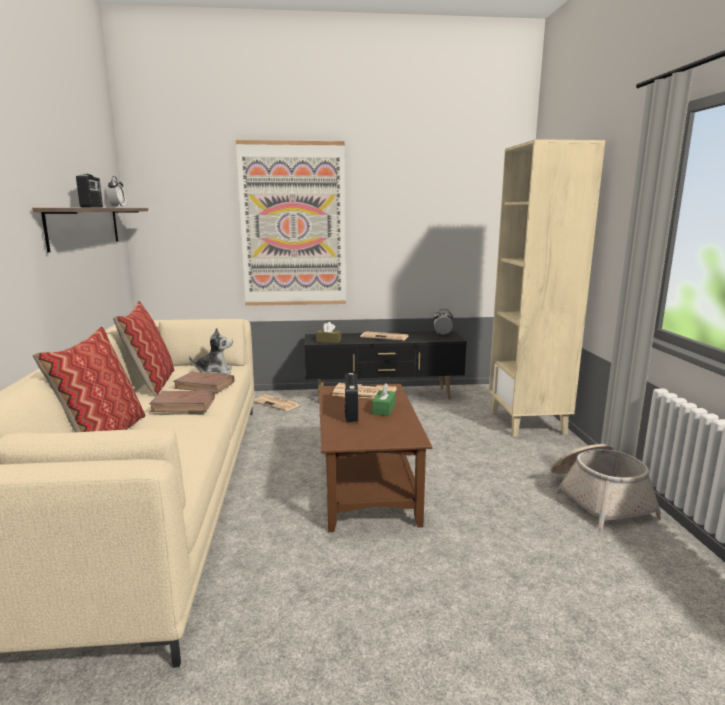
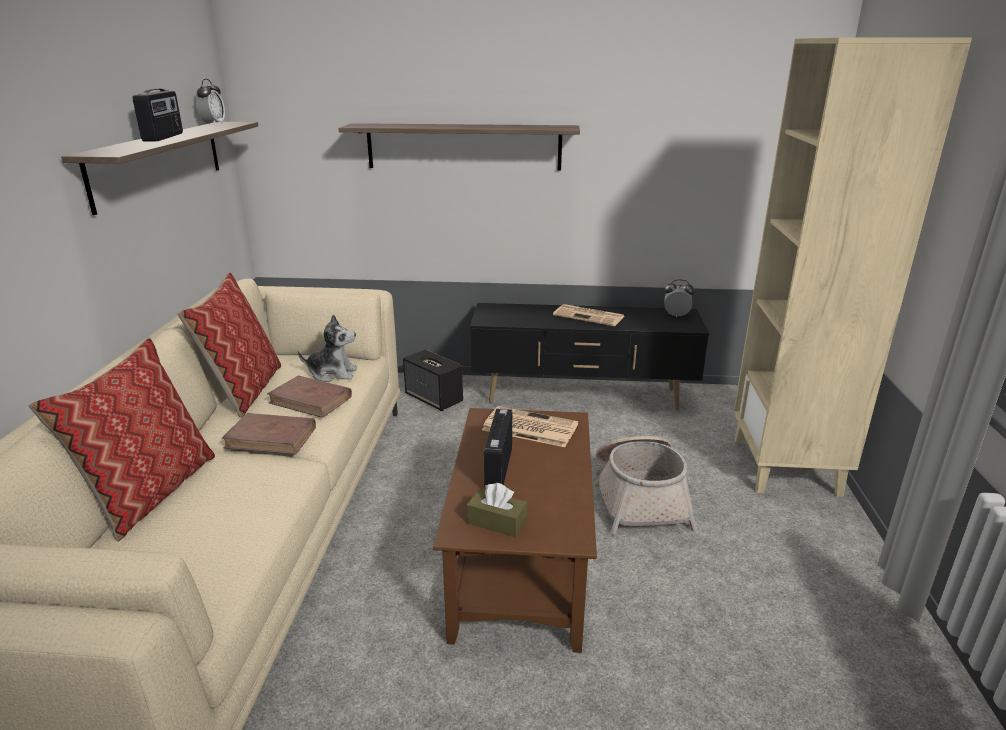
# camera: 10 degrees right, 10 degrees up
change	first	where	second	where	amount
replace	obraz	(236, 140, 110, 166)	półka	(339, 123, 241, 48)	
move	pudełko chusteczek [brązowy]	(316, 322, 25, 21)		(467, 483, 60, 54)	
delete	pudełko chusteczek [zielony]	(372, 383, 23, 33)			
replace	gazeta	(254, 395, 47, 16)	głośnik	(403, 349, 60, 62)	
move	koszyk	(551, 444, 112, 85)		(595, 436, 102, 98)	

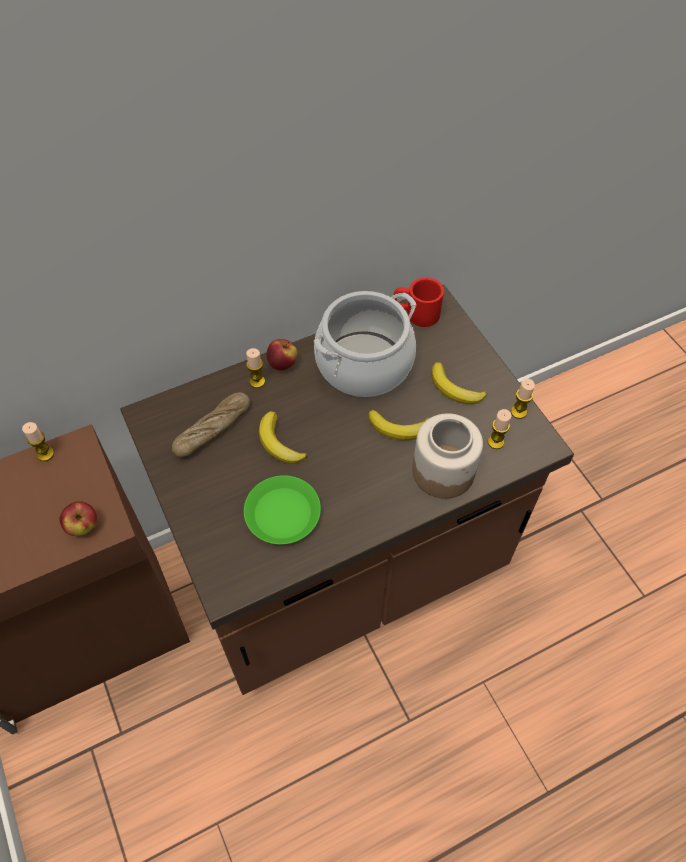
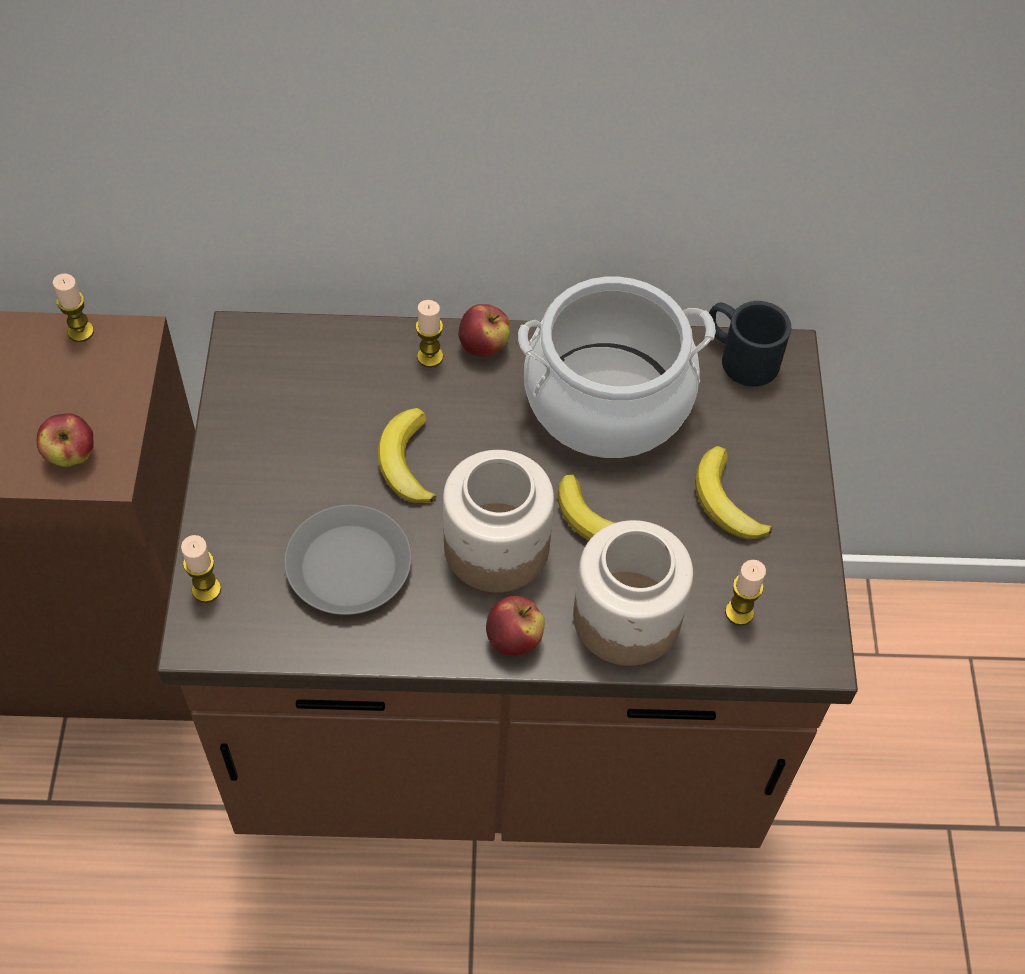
# camera: 25 degrees right, 0 degrees up
change	first	where	second	where	amount
recolor	kubek [czerwony]	(393, 277, 51, 50)	kubek [czarny]	(709, 301, 82, 86)	
move	świeca	(511, 378, 24, 41)		(181, 535, 40, 68)	
delete	chleb	(172, 392, 79, 65)			
recolor	talerz [zielony]	(244, 475, 77, 70)	talerz [szary]	(284, 505, 128, 110)	
insert			słoik	(443, 450, 111, 143)	
insert			jabłko	(486, 596, 59, 60)	

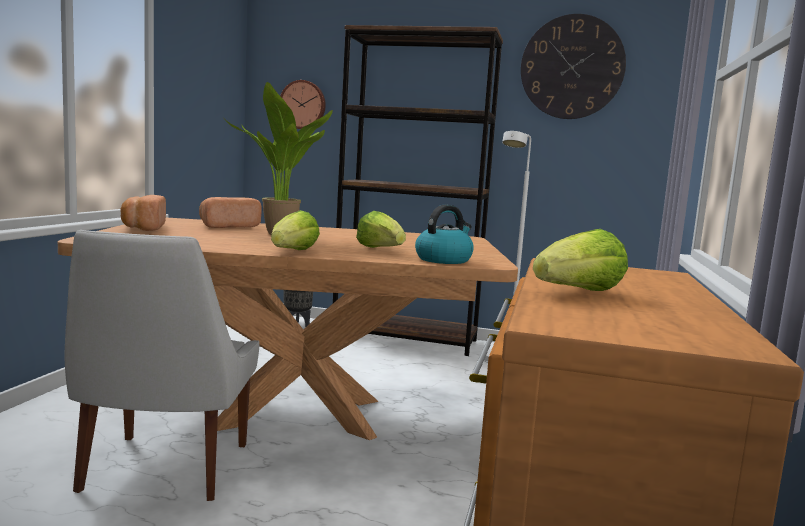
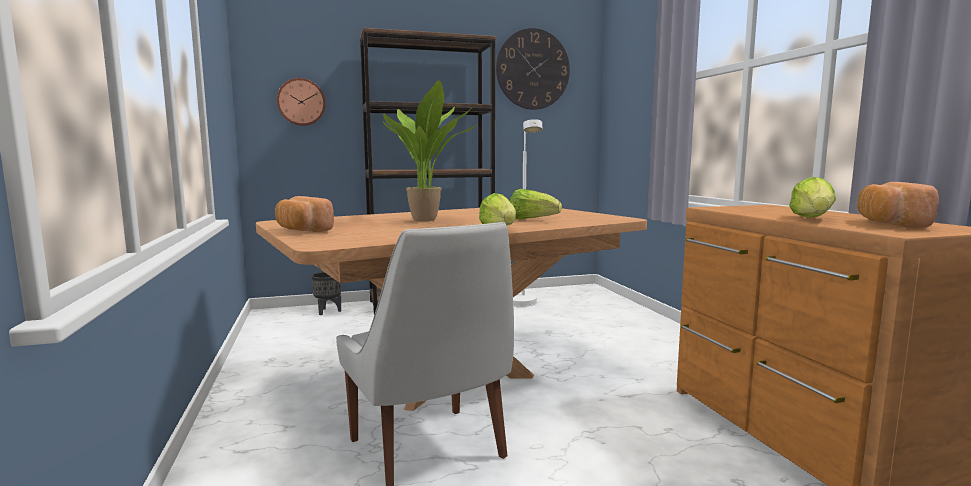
# camera: 30 degrees left, 0 degrees up
change	first	where	second	where	amount
move	chleb	(199, 197, 63, 31)		(857, 182, 81, 46)	
delete	czajnik	(415, 204, 59, 60)			

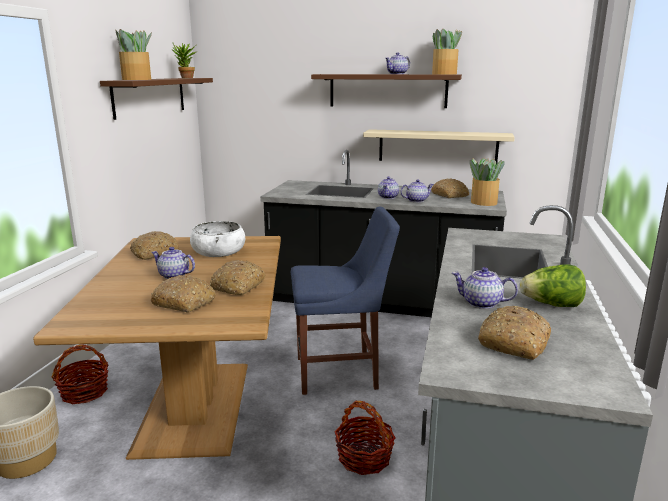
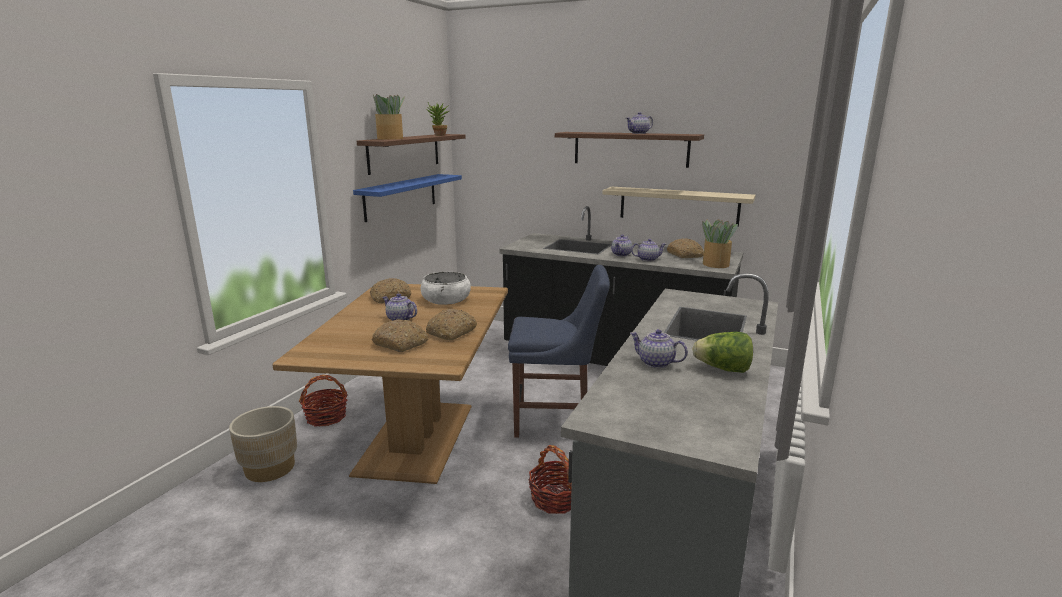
# camera: 10 degrees right, 0 degrees up
change	first	where	second	where	amount
delete	roślina doniczkowa	(432, 29, 30, 45)			
delete	chleb	(478, 306, 73, 54)			
insert			półka [niebieski]	(353, 174, 109, 48)	

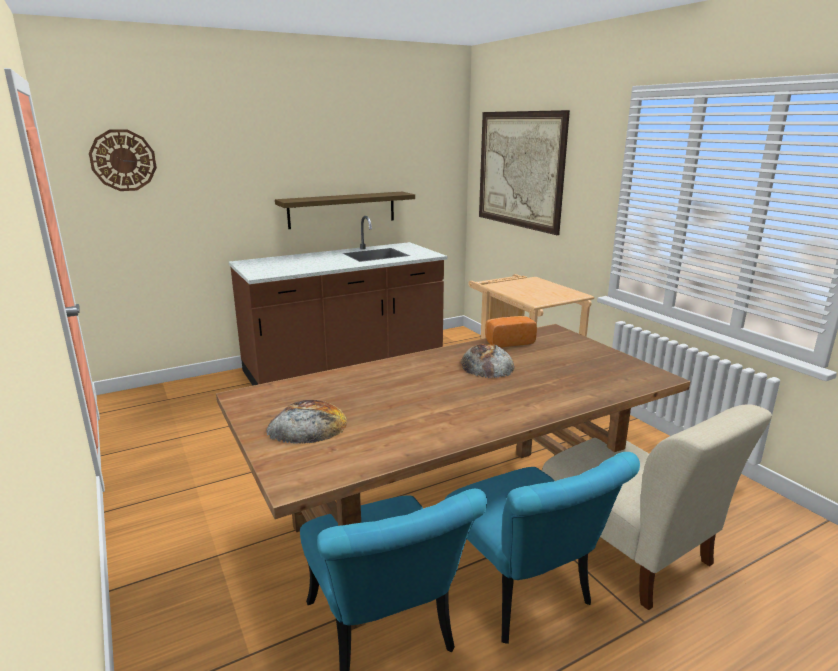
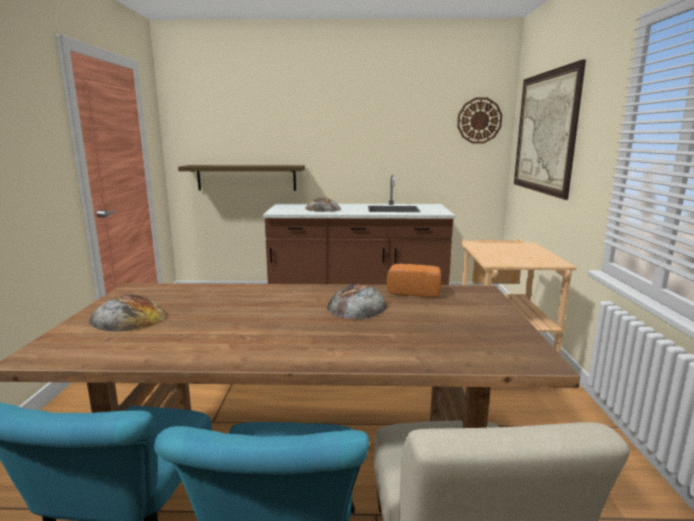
# camera: 30 degrees right, 5 degrees down
change	first	where	second	where	amount
move	zegar ścienny	(89, 129, 68, 62)		(457, 98, 45, 46)	
move	półka	(275, 192, 140, 37)		(178, 165, 127, 26)	
insert			chleb	(305, 198, 37, 14)	

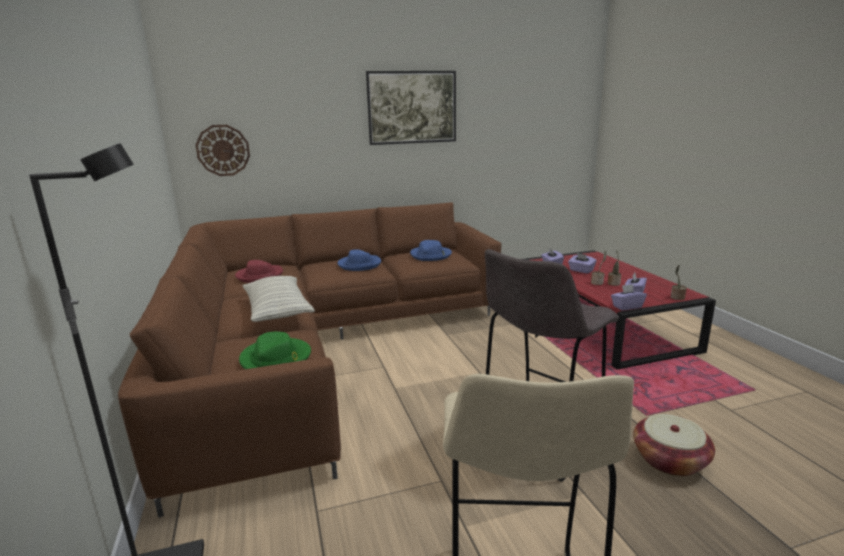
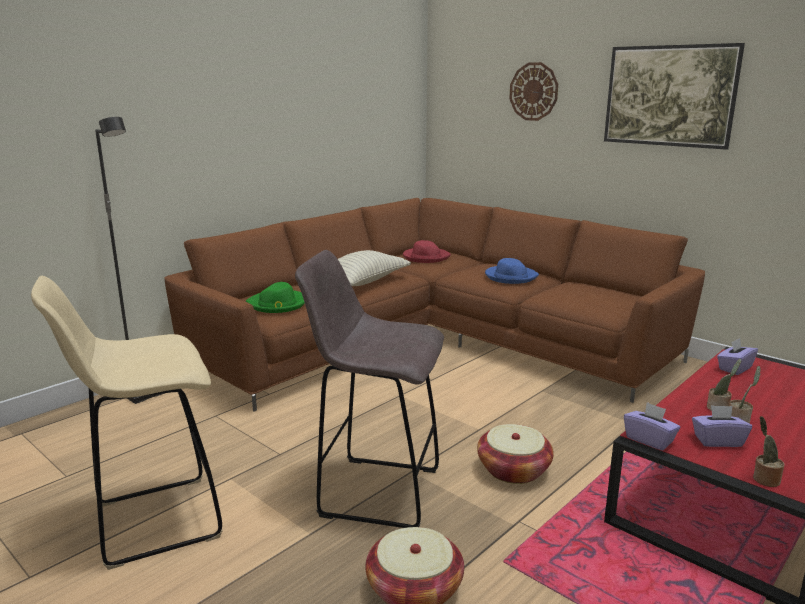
# camera: 60 degrees right, 0 degrees up
change	first	where	second	where	amount
move	zegar ścienny	(195, 125, 55, 51)		(509, 62, 49, 59)	
delete	kapelusz [niebieski]	(410, 240, 42, 21)			
delete	pudełko chusteczek [fioletowy]	(568, 253, 29, 20)			
insert			koszyk	(477, 424, 77, 60)	

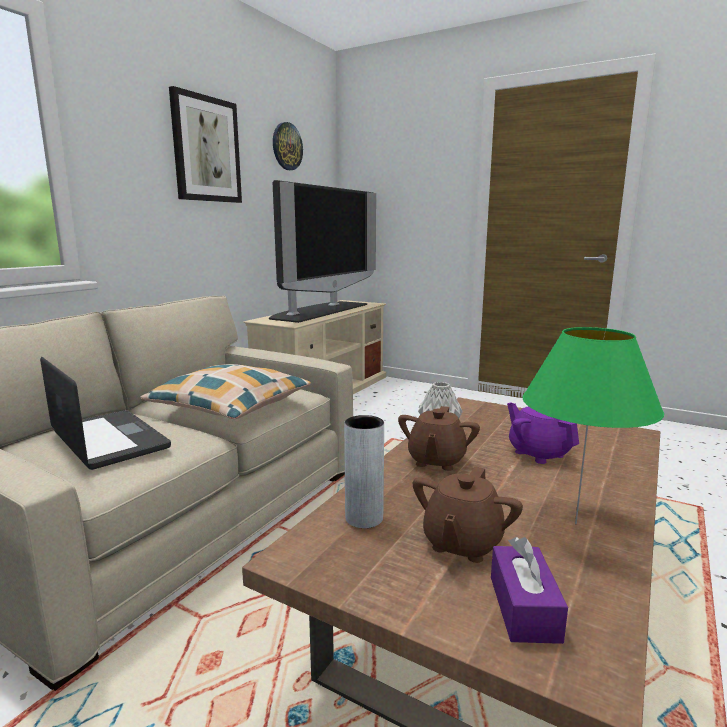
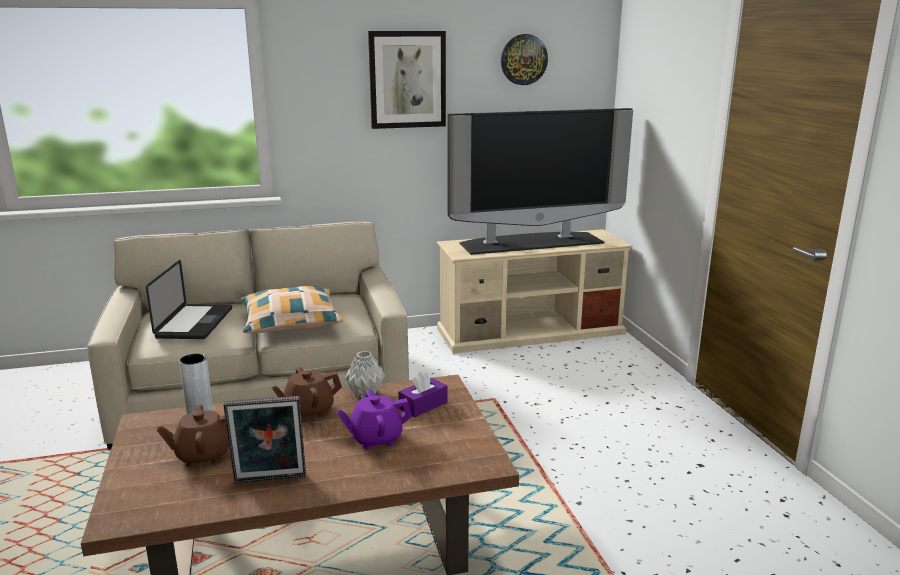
# camera: 45 degrees right, 5 degrees up
change	first	where	second	where	amount
replace	lampa stołowa [zielony]	(522, 327, 142, 197)	ramka na zdjęcie	(223, 396, 83, 87)	
rotate	imbryk [fioletowy]	(507, 403, 72, 61)		(337, 390, 75, 59)	120 degrees counterclockwise
move	pudełko chusteczek [fioletowy]	(491, 537, 77, 107)		(399, 370, 49, 47)	

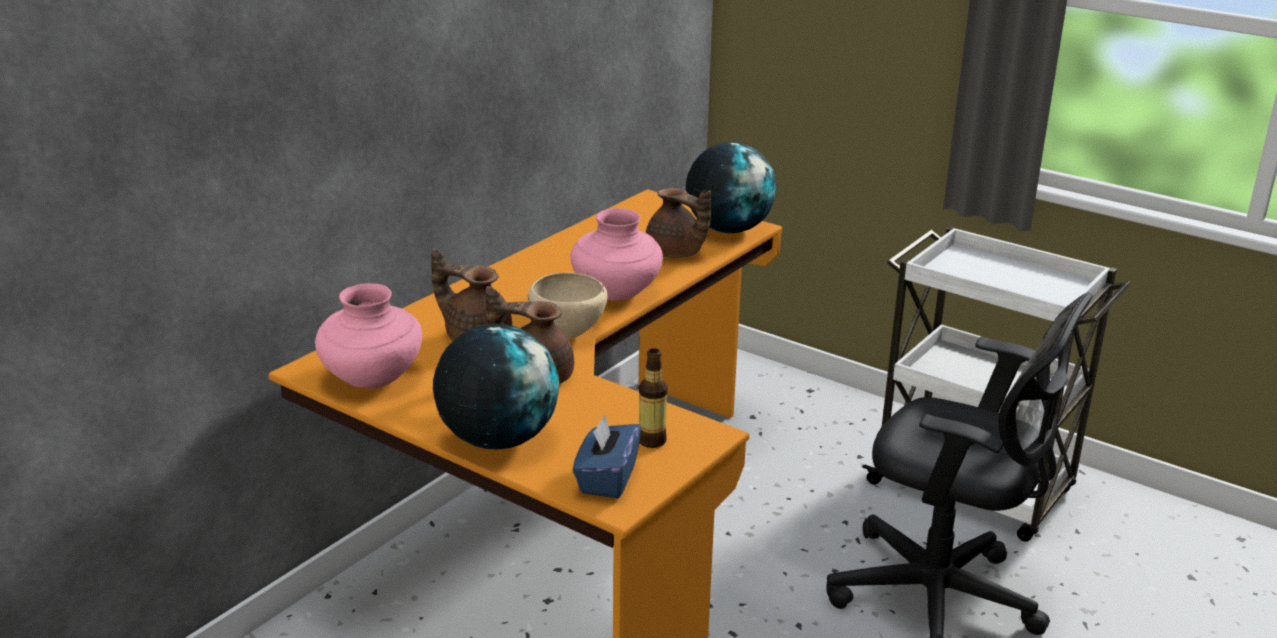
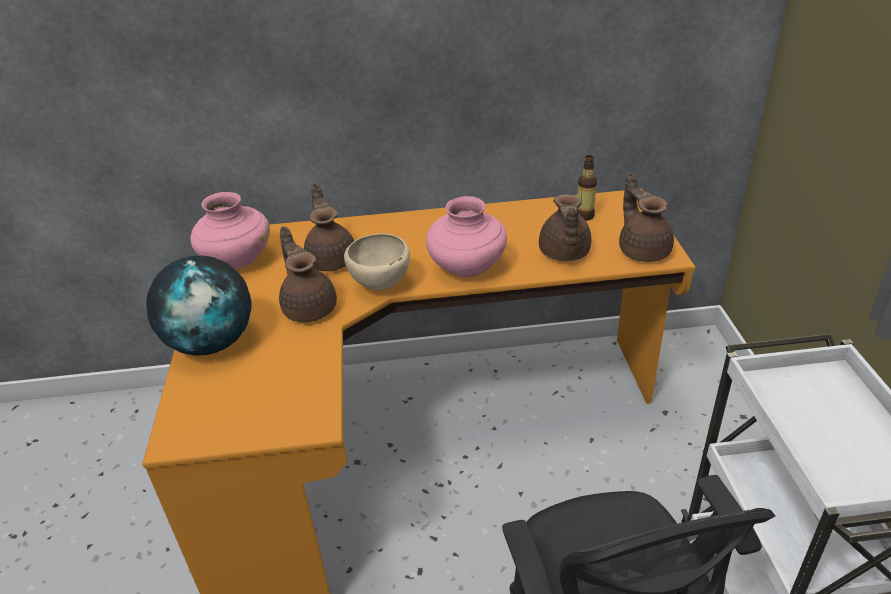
# camera: 50 degrees right, 10 degrees up
change	first	where	second	where	amount
replace	globus	(686, 142, 91, 91)	imbryk [brązowy]	(619, 172, 55, 90)	
move	butelka	(639, 348, 28, 100)		(577, 155, 20, 66)	
delete	pudełko chusteczek [niebieski]	(573, 414, 68, 84)			

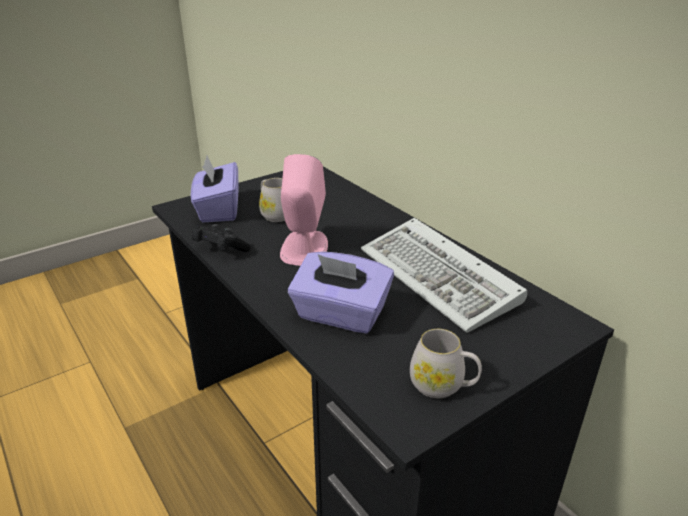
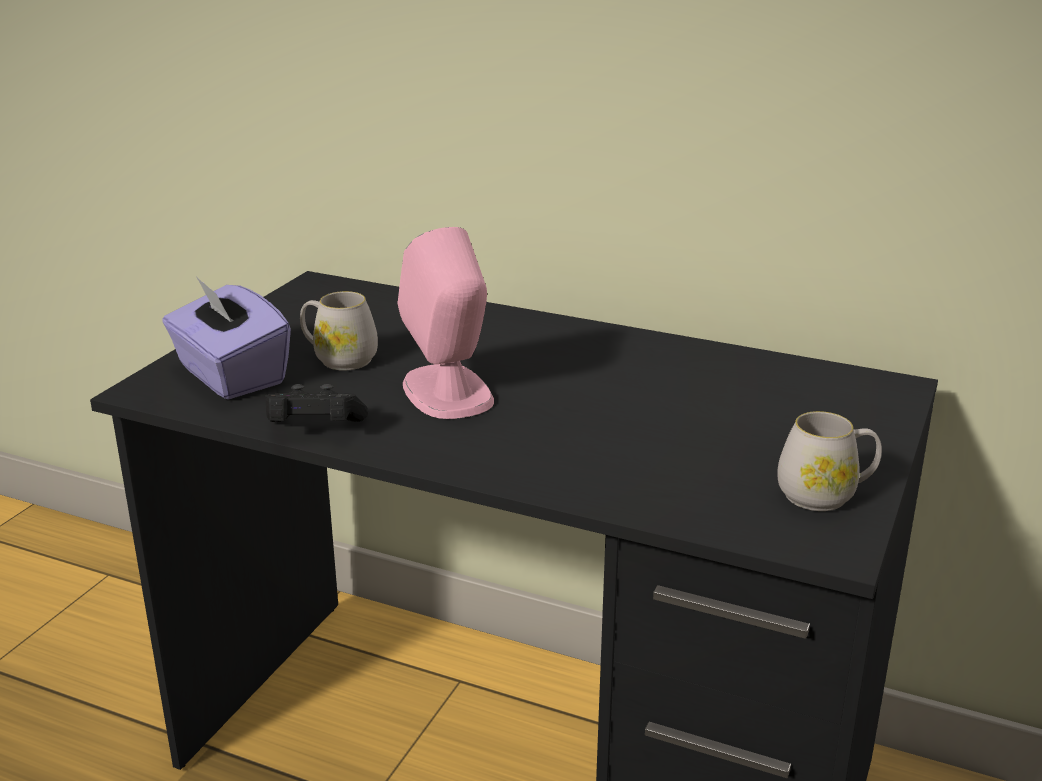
# camera: 30 degrees left, 5 degrees down
change	first	where	second	where	amount
delete	klawiatura	(361, 218, 166, 115)			
delete	pudełko chusteczek [fioletowy]	(288, 251, 106, 82)			

